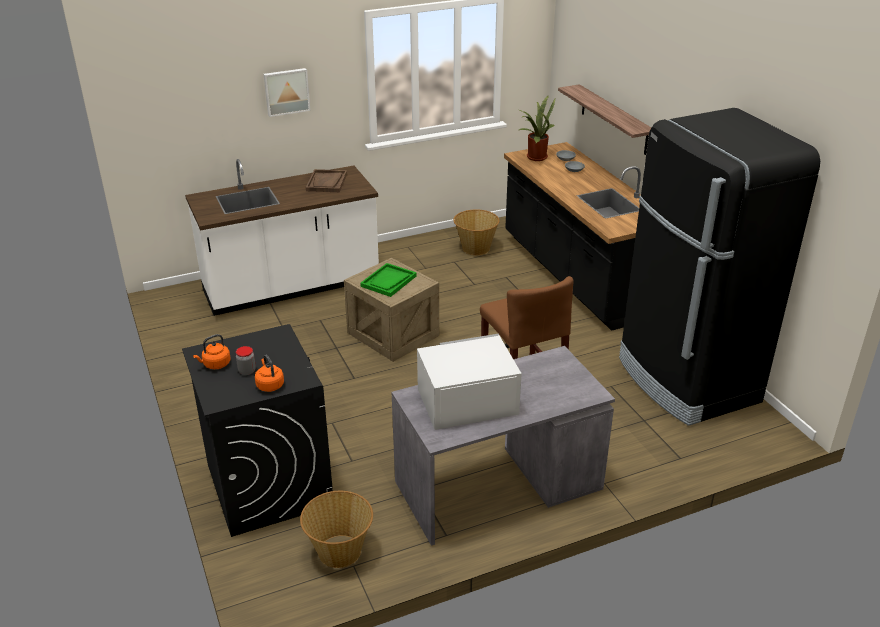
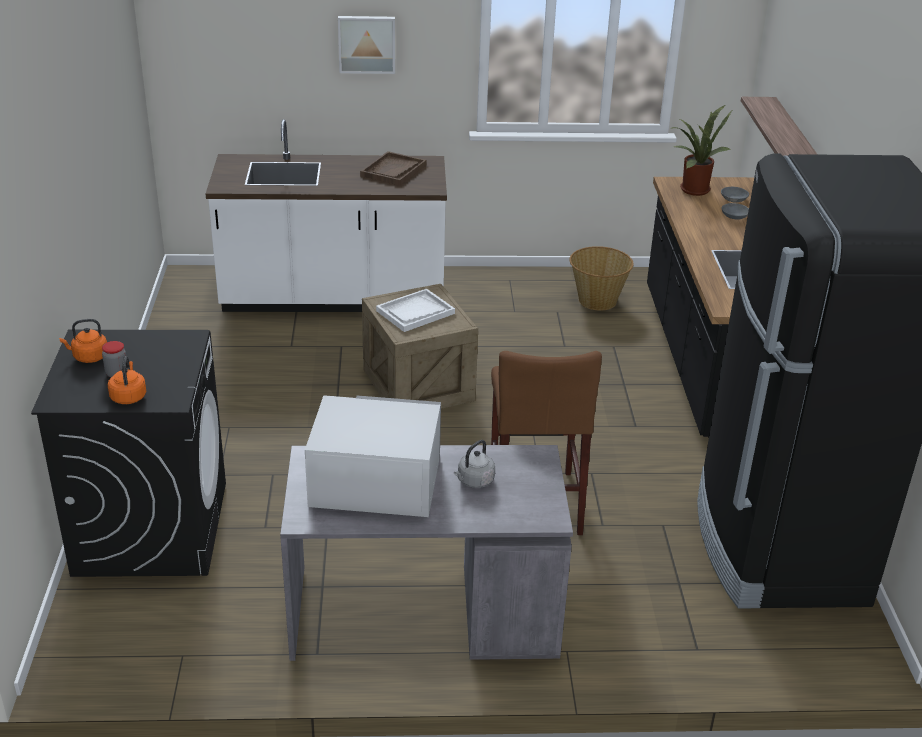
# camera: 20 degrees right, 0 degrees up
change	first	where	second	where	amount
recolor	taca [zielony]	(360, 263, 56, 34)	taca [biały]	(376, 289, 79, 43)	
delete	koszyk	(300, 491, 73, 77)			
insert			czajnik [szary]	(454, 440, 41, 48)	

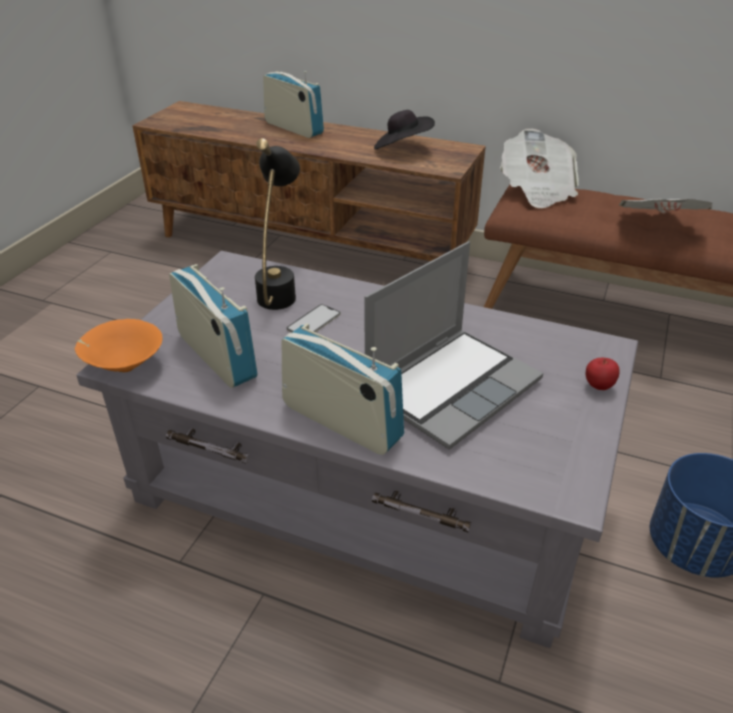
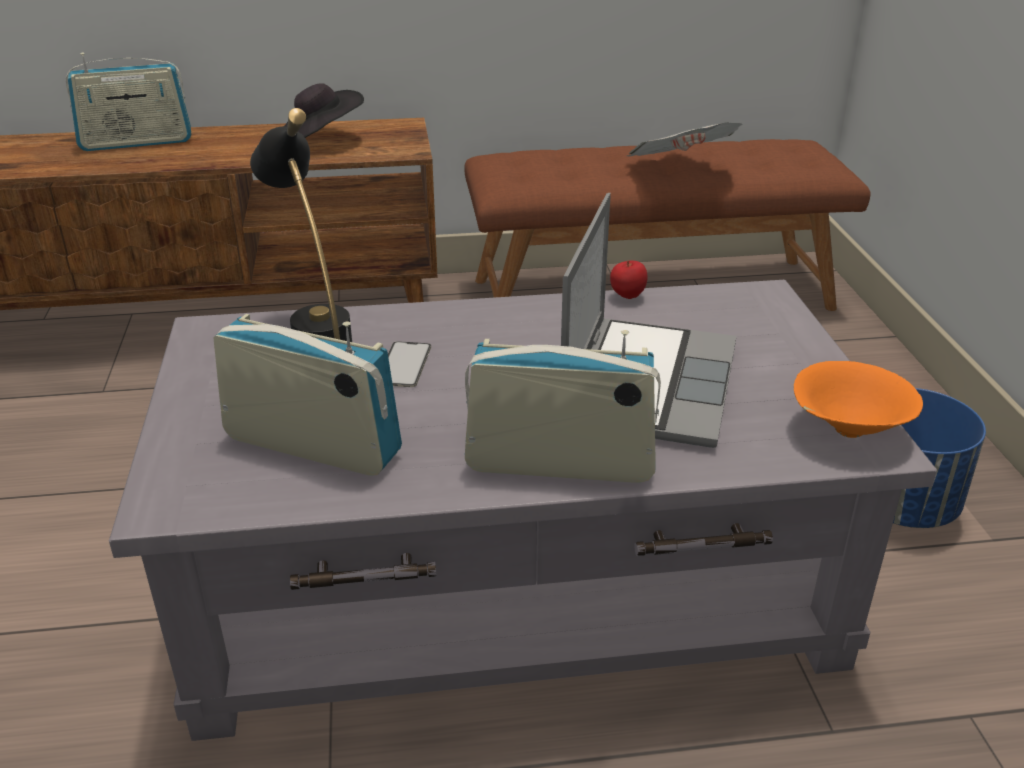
# camera: 30 degrees left, 5 degrees down
change	first	where	second	where	amount
rotate	radio	(263, 71, 61, 67)		(66, 52, 126, 99)	150 degrees clockwise
delete	gazeta	(500, 129, 79, 80)			
move	miska [pomarańczowy]	(75, 319, 87, 53)		(794, 361, 129, 77)	
move	jabłko	(586, 358, 34, 32)		(610, 260, 38, 39)	

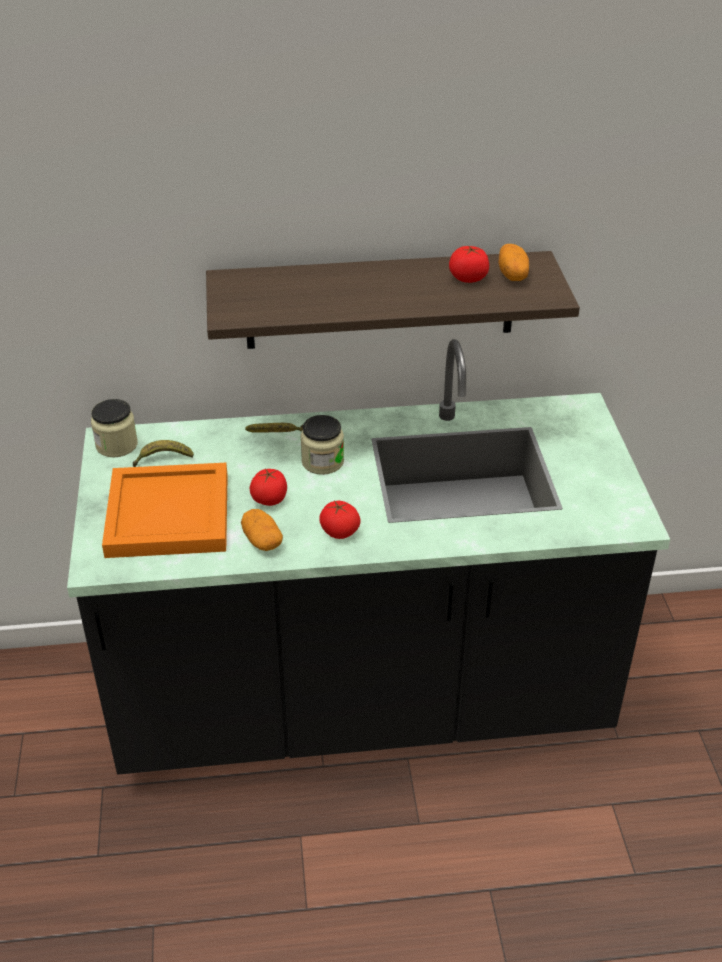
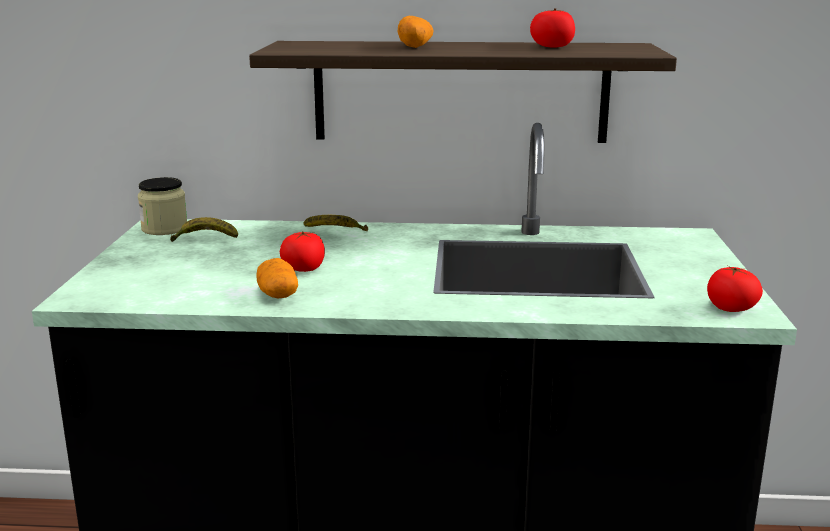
# camera: 10 degrees right, 20 degrees down
change	first	where	second	where	amount
move	ziemniak	(498, 244, 31, 37)		(398, 16, 36, 32)	
delete	słoik	(300, 415, 44, 60)			
delete	taca [pomarańczowy]	(102, 463, 126, 95)			
move	pomidor	(319, 500, 41, 39)		(707, 266, 56, 46)	

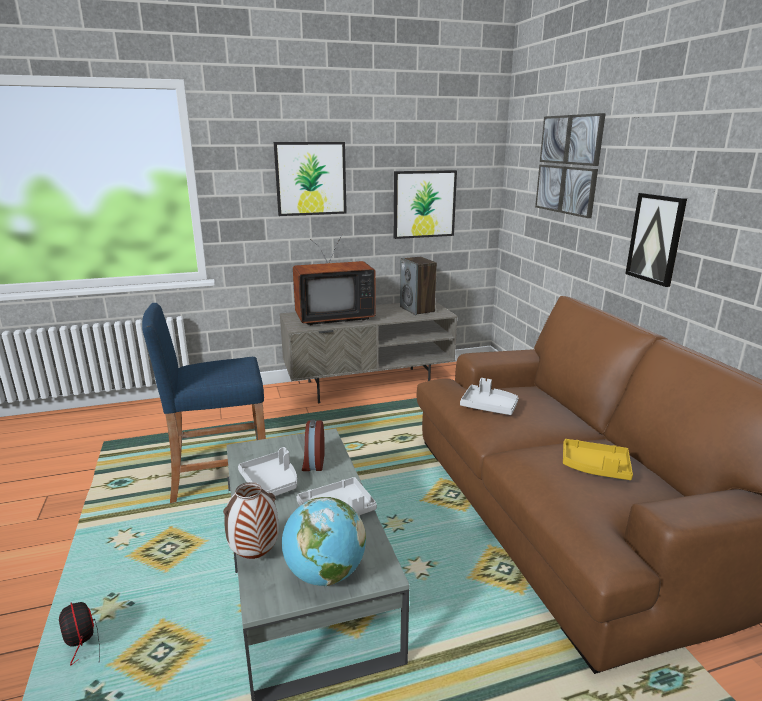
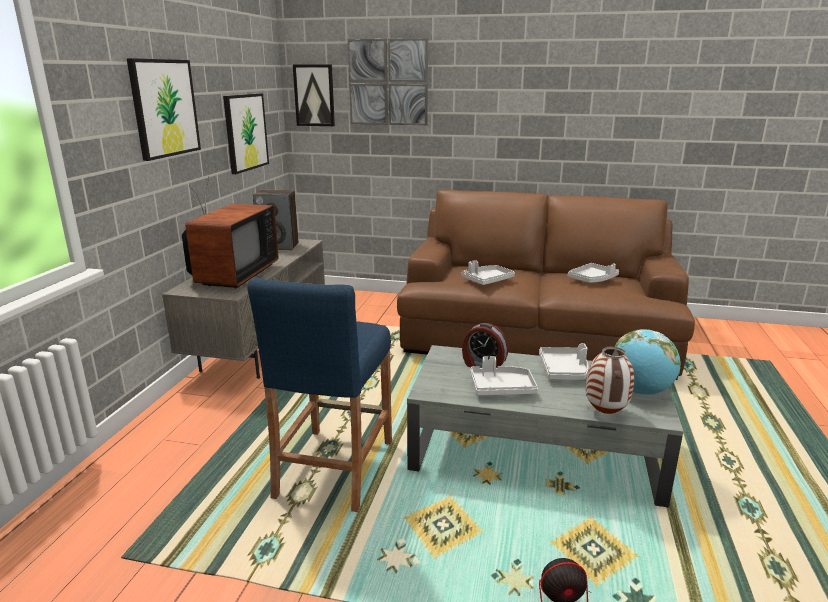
# camera: 60 degrees left, 0 degrees up
change	first	where	second	where	amount
move	obraz	(625, 193, 62, 94)		(293, 64, 42, 62)	
recolor	taca [żółty]	(563, 439, 70, 41)	taca [szary]	(568, 263, 51, 20)	

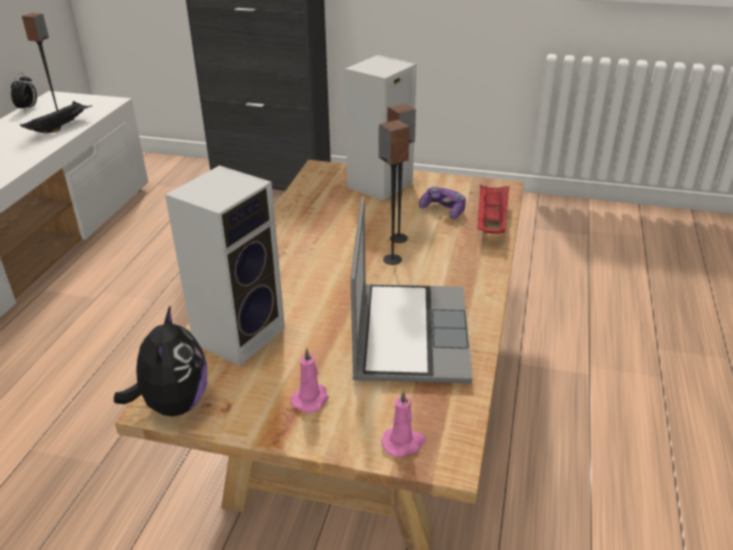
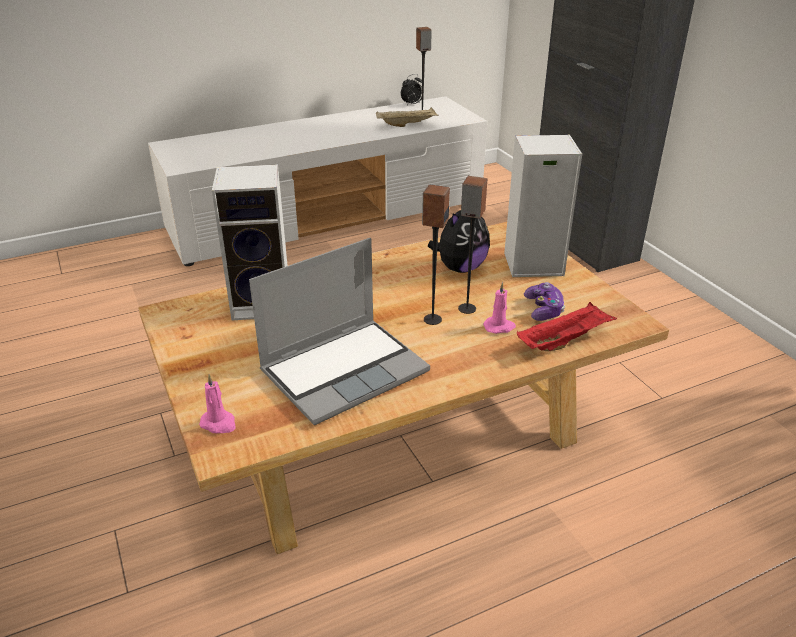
# camera: 50 degrees right, 0 degrees up
change	first	where	second	where	amount
recolor	taca [czarny]	(20, 101, 72, 32)	taca [beżowy]	(376, 107, 63, 20)	
move	pluszak	(114, 305, 93, 112)		(428, 210, 62, 63)	
move	świeca [różowy]	(291, 347, 38, 66)		(483, 282, 33, 52)	

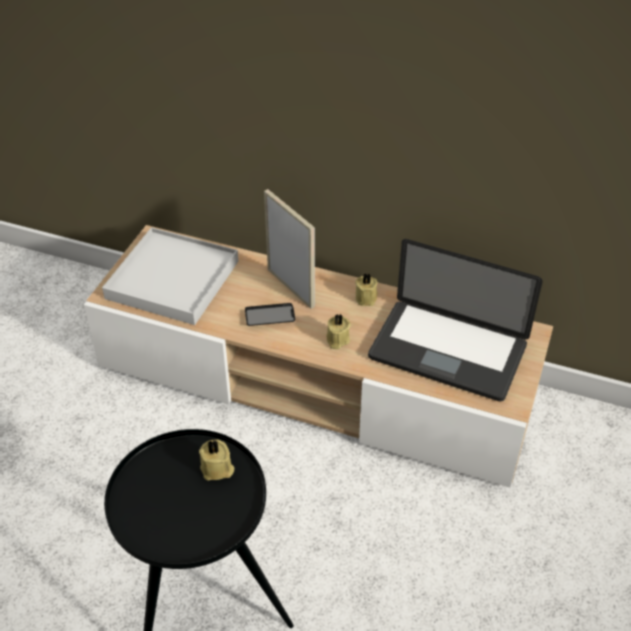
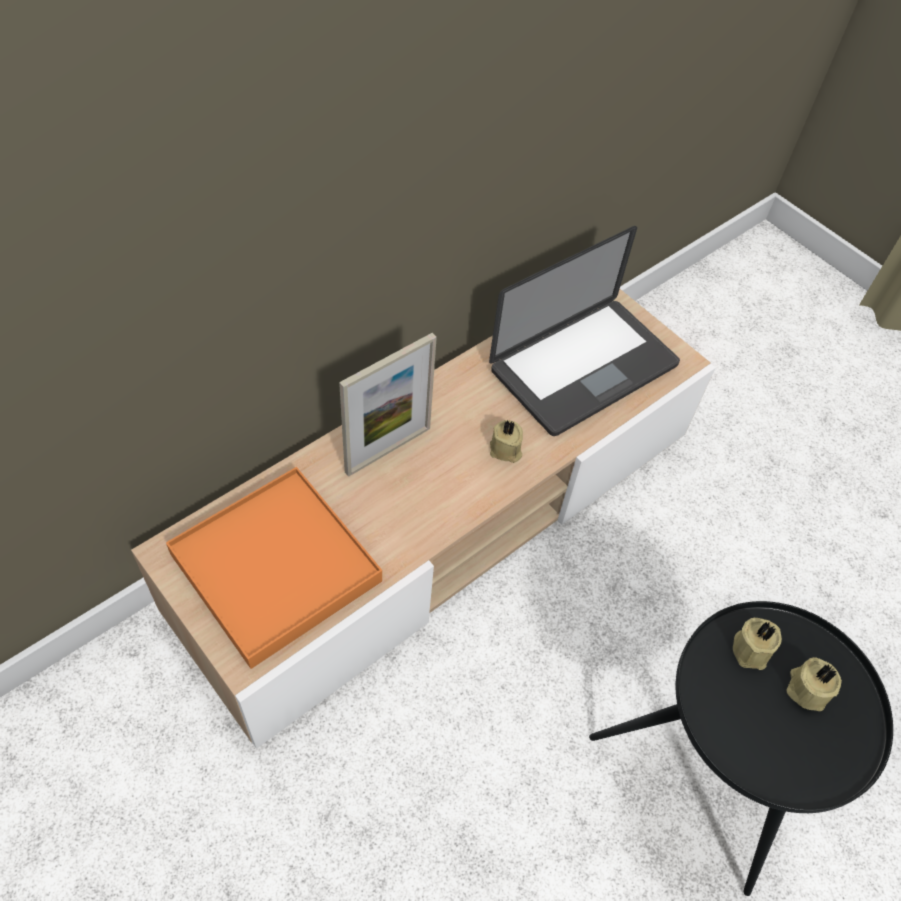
# camera: 65 degrees left, 10 degrees up
change	first	where	second	where	amount
rotate	ramka na zdjęcie	(264, 189, 51, 120)		(339, 333, 98, 144)	150 degrees clockwise
recolor	taca [biały]	(102, 227, 136, 98)	taca [pomarańczowy]	(166, 467, 216, 202)	
move	świeca [beżowy]	(355, 273, 23, 33)		(786, 657, 56, 54)	
delete	telefon	(245, 303, 50, 23)			

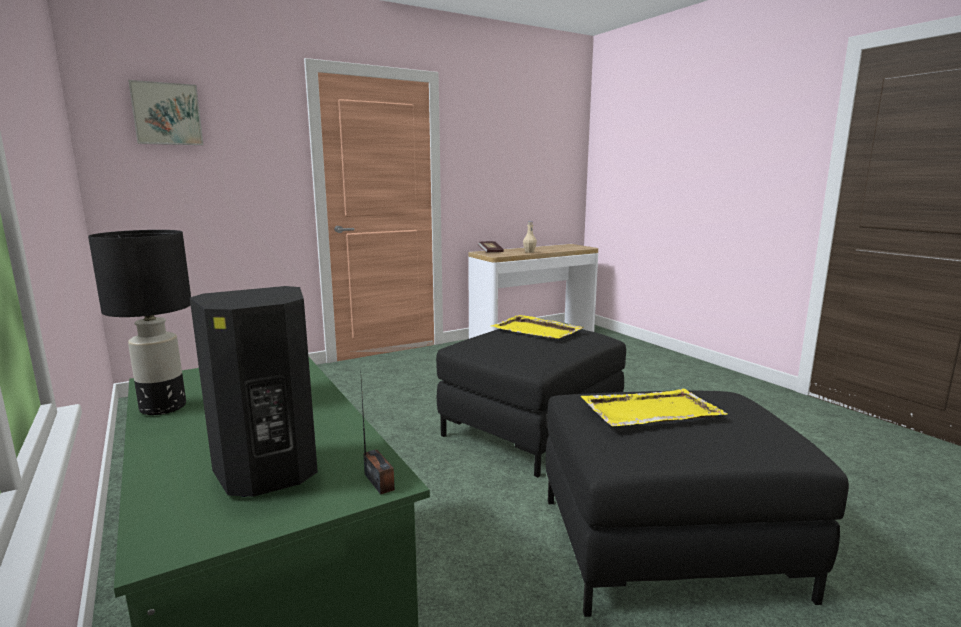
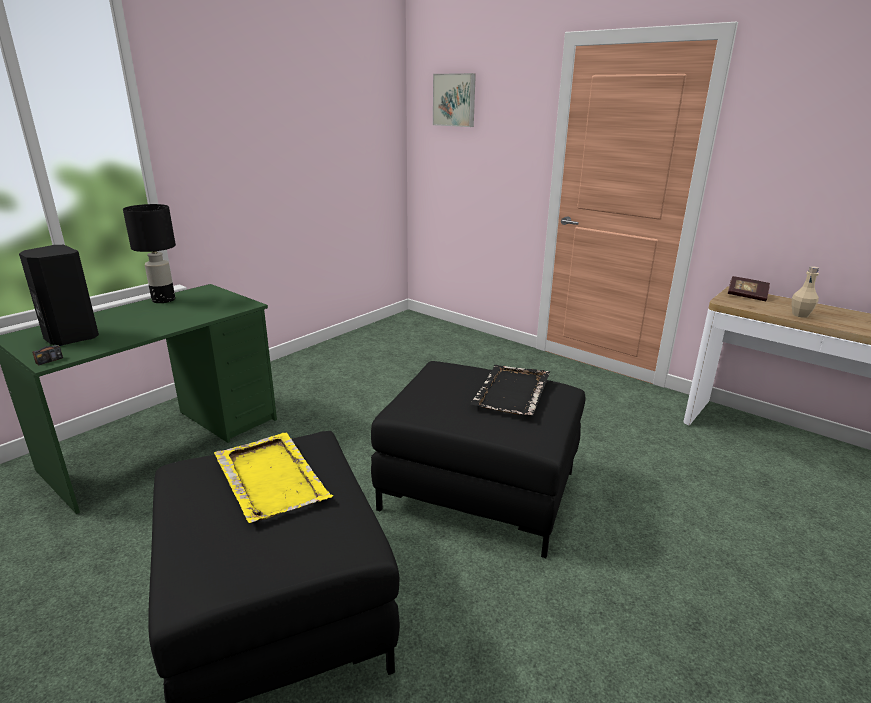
# camera: 70 degrees right, 10 degrees up
change	first	where	second	where	amount
recolor	taca [żółty]	(492, 315, 92, 24)	taca [czarny]	(470, 365, 80, 50)	

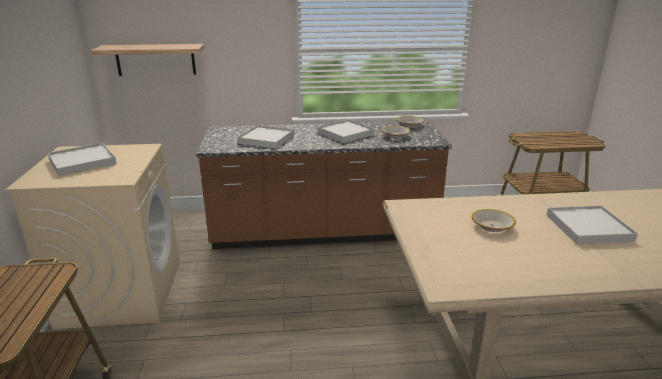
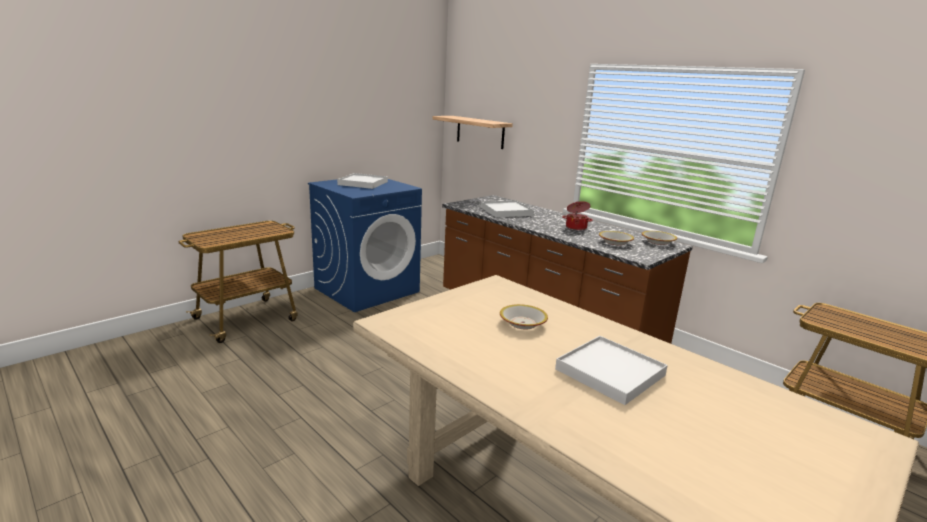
# camera: 50 degrees right, 5 degrees down
change	first	where	second	where	amount
replace	taca [biały]	(317, 119, 58, 24)	garnek	(562, 201, 31, 29)	
recolor	pralka [beżowy]	(5, 144, 175, 185)	pralka [niebieski]	(308, 179, 114, 133)	

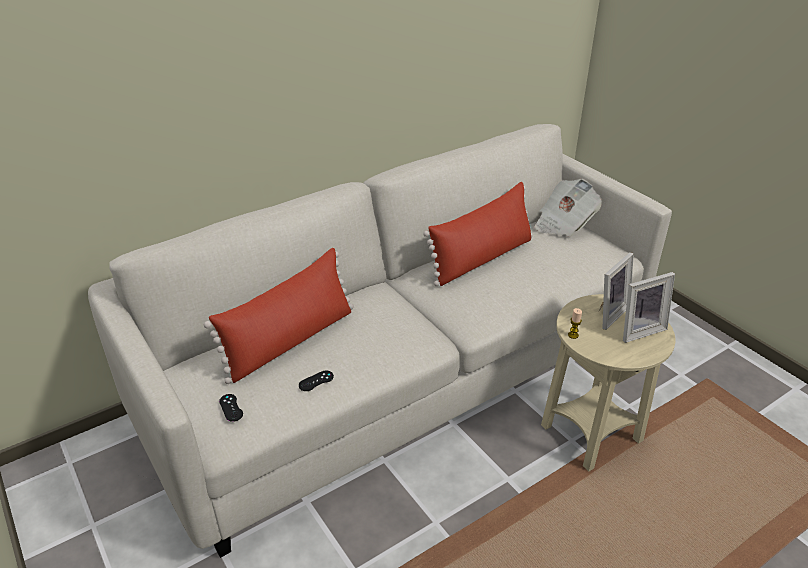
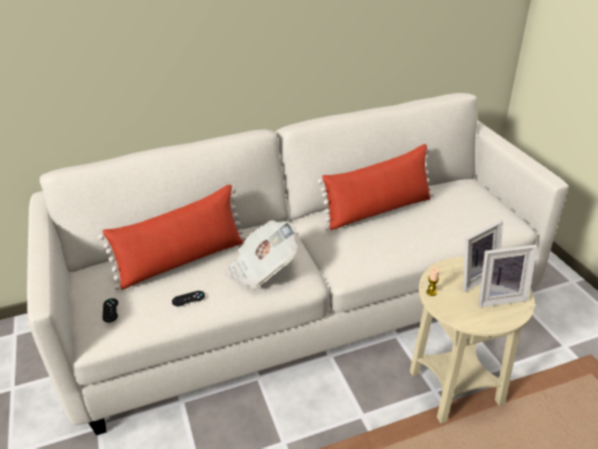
# camera: 15 degrees right, 0 degrees up
change	first	where	second	where	amount
move	gazeta	(535, 179, 67, 58)		(225, 220, 72, 69)	

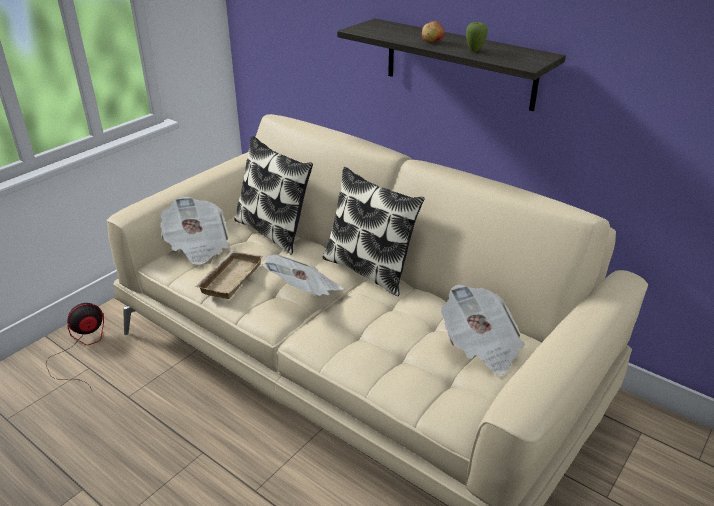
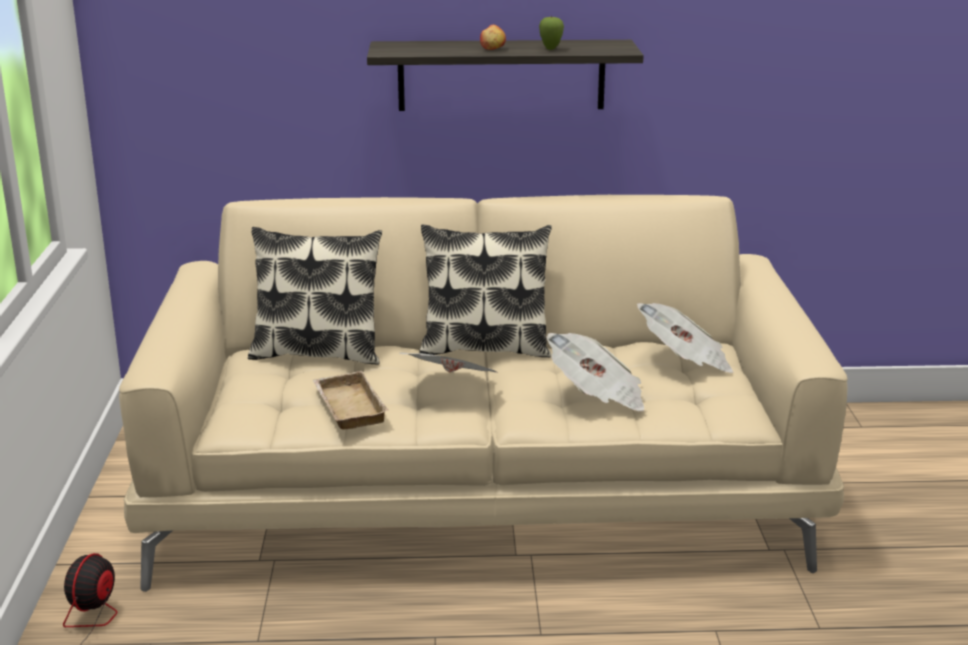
# camera: 40 degrees left, 10 degrees down
change	first	where	second	where	amount
move	gazeta	(160, 196, 70, 69)		(546, 333, 98, 79)	

